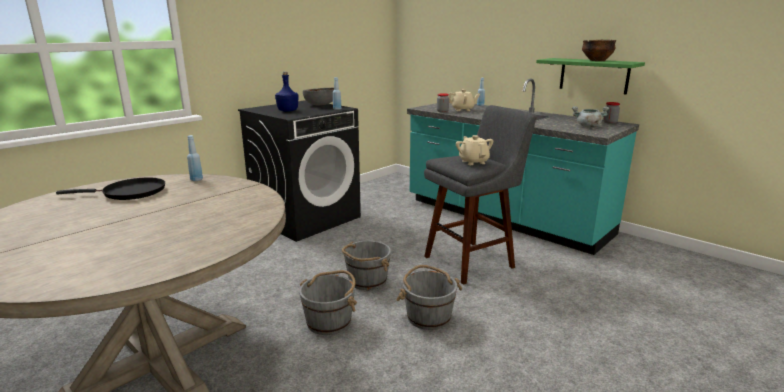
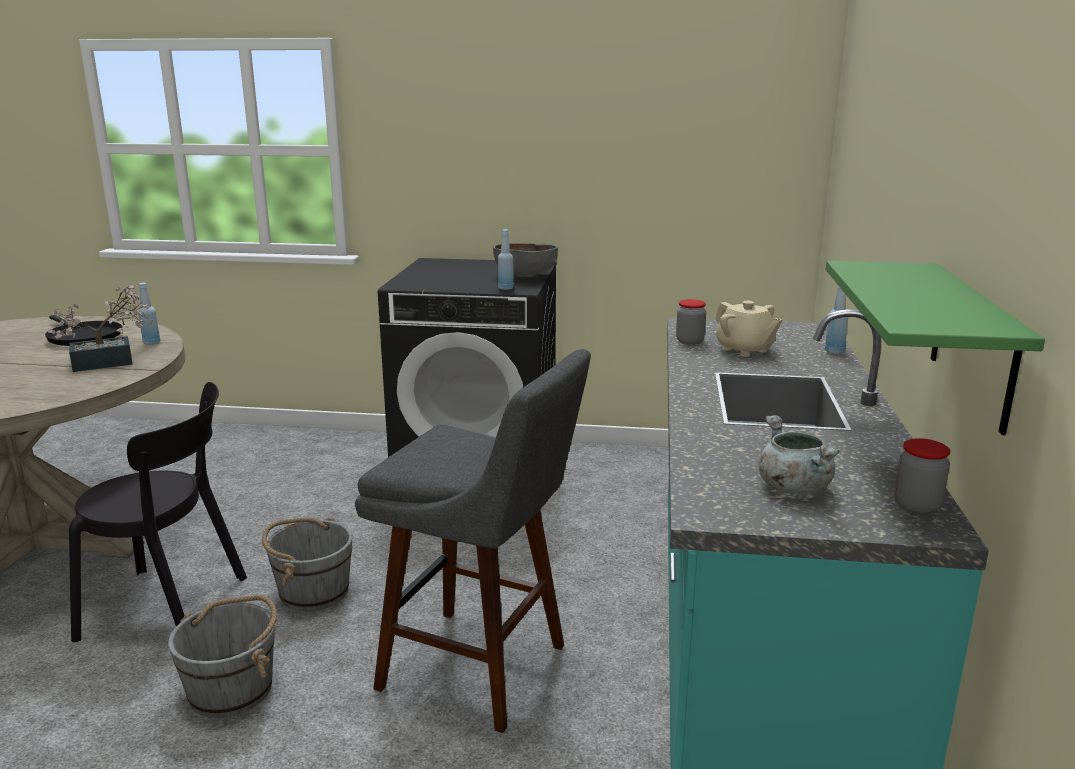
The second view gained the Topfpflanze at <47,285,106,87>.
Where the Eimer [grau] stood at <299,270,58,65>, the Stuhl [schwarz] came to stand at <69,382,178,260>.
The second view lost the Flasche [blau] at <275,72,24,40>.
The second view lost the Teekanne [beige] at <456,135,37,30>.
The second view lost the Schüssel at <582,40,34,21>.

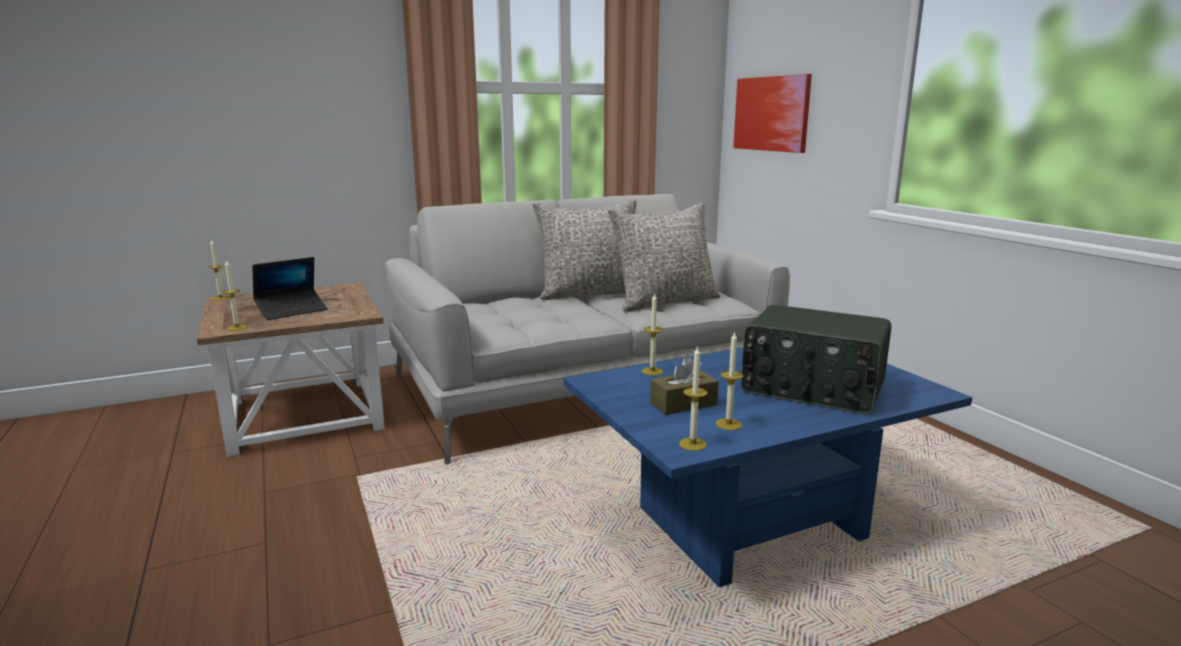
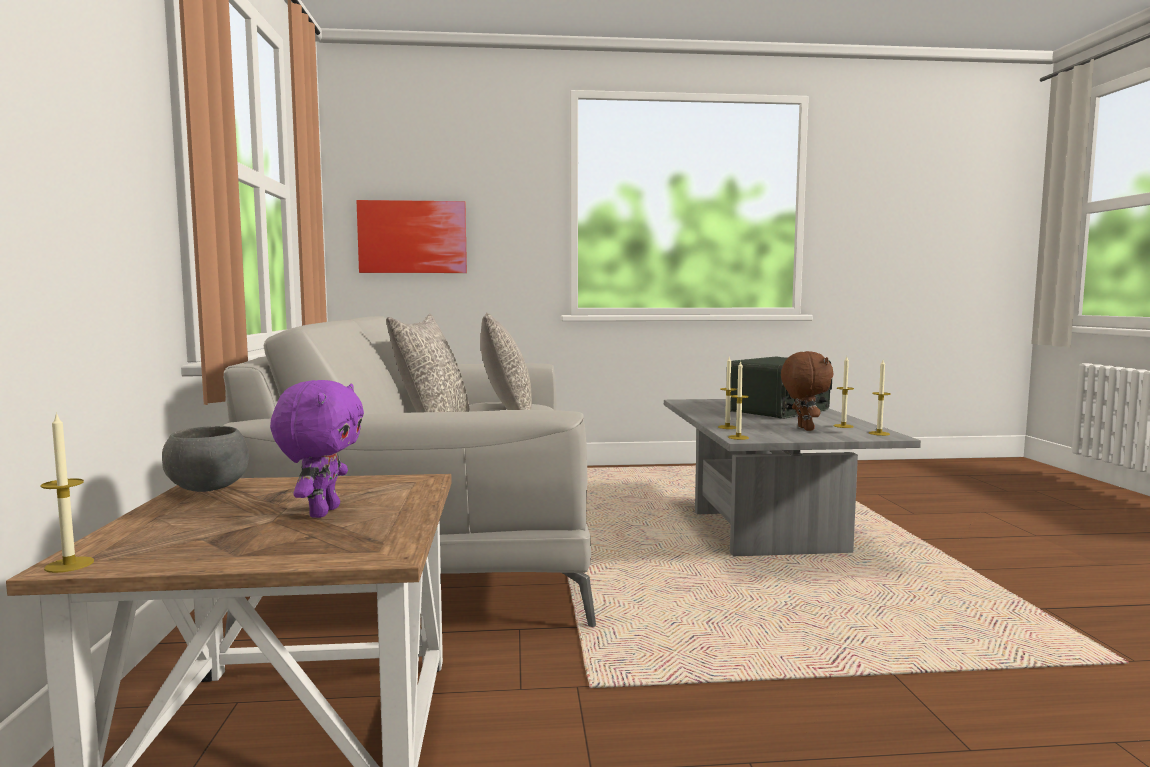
The second view gained the Schüssel [grau] at <162,426,87,66>.
Where the Laptop stood at <252,257,76,63>, the Plüschtier [lila] came to stand at <270,380,94,138>.
What was the Couchtisch [blau] at <563,348,409,239> turned into the Couchtisch [grau] at <664,399,257,157>.
The Kerze ended up elsewhere, having gone from <223,261,24,70> to <728,361,21,79>.
Where the Taschentuchbox [braun] stood at <650,356,69,59>, the Plüschtier [braun] came to stand at <781,351,53,80>.

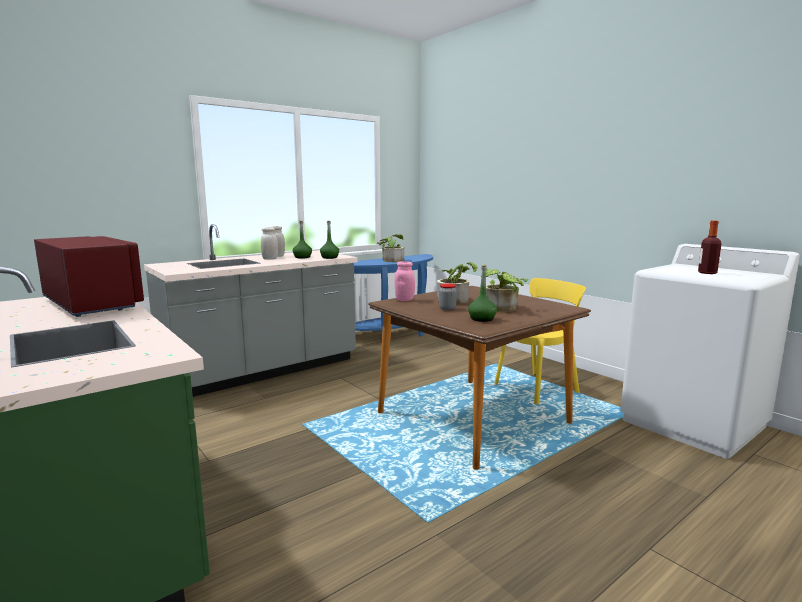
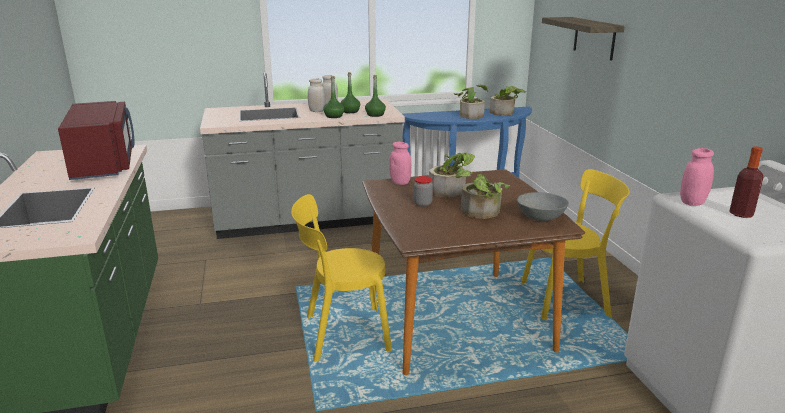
The second view gained the Stuhl [gelb] at <291,194,101,168>.
The Flasche [grün] ended up elsewhere, having gone from <468,265,29,57> to <323,76,21,42>.
The second view gained the Topfpflanze at <490,86,36,30>.
The second view gained the Schüssel [grau] at <517,192,52,29>.
The second view gained the Wandregal at <542,17,83,43>.
The second view gained the Vorratsglas [rosa] at <680,148,34,58>.

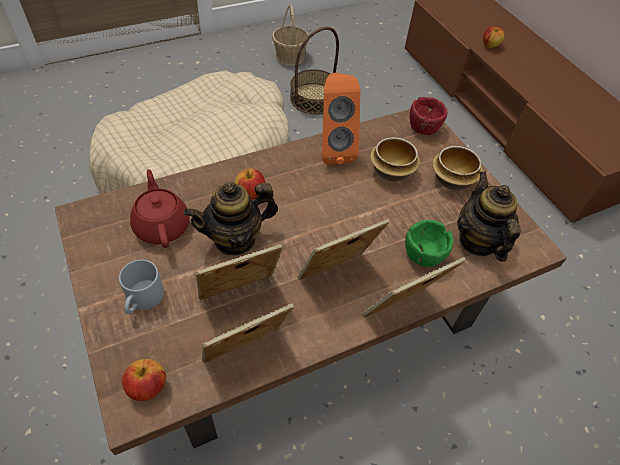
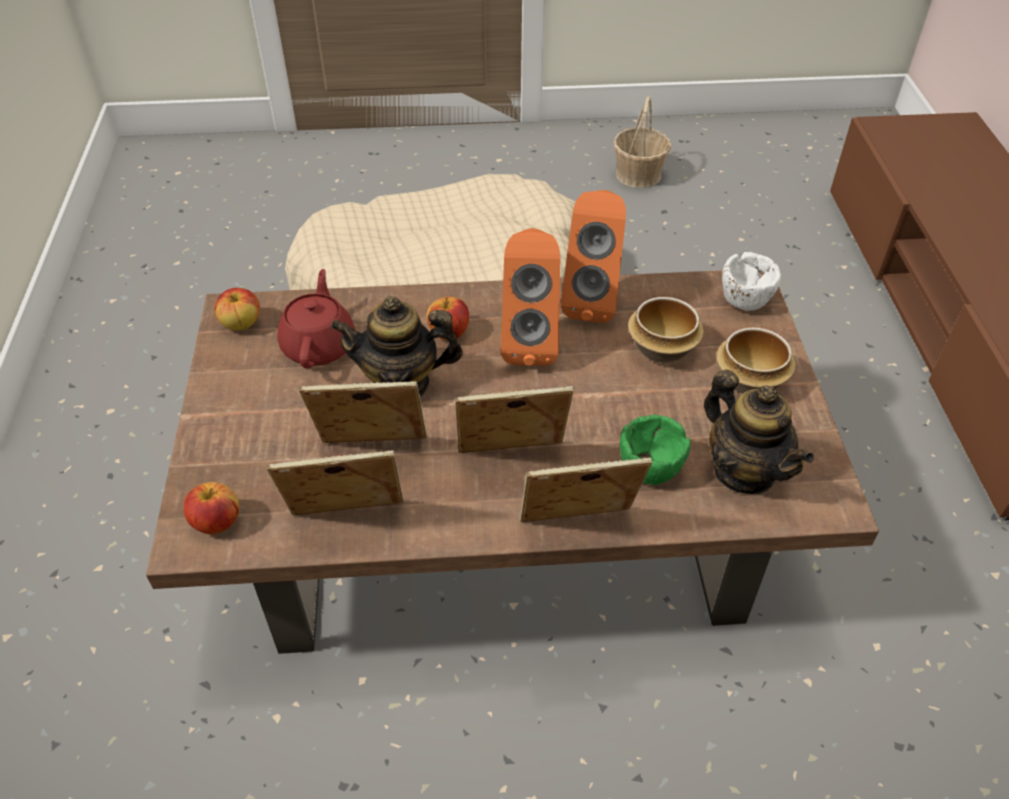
The Apfel ended up elsewhere, having gone from <483,26,22,22> to <214,288,46,42>.
The second view gained the Lautsprecher [orange] at <501,228,59,138>.
The Teekanne at <457,172,64,90> ended up facing another way, 135 degrees clockwise from before.
What was the Schüssel [rot] at <410,97,37,38> turned into the Schüssel [weiß] at <722,252,59,59>.
The second view lost the Henkelbecher [grau] at <119,260,45,54>.
The second view lost the Korb at <290,27,49,87>.

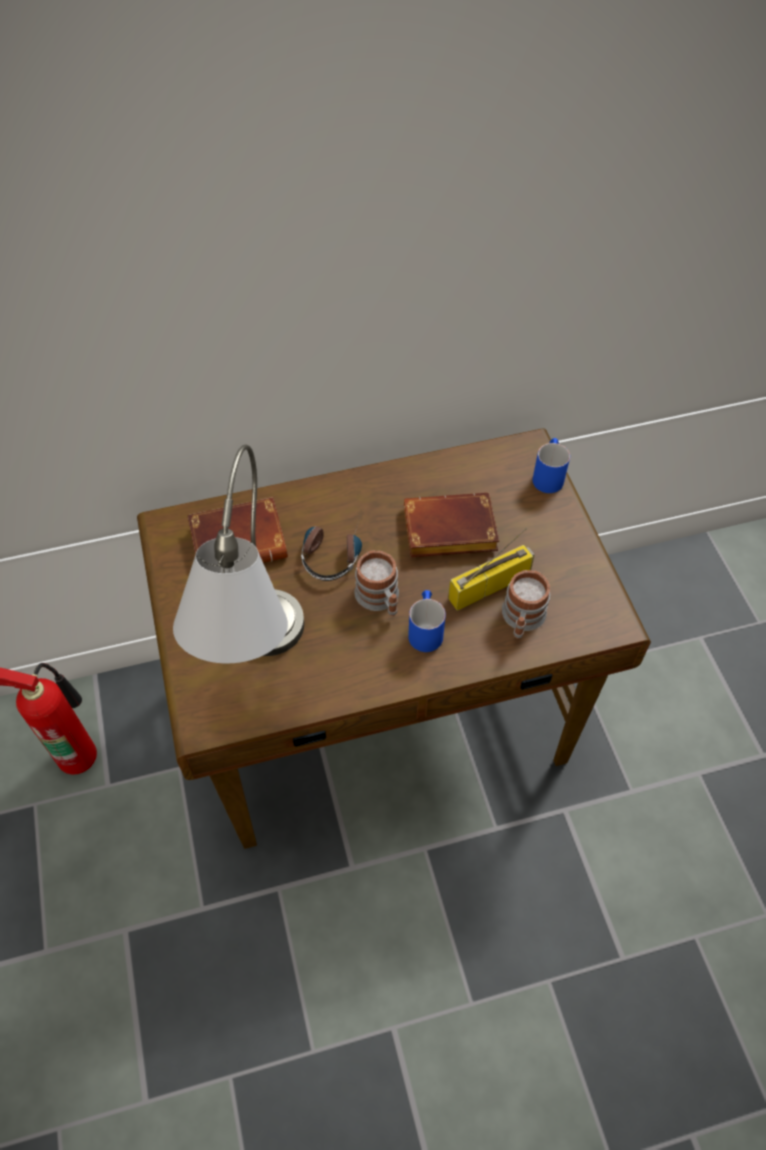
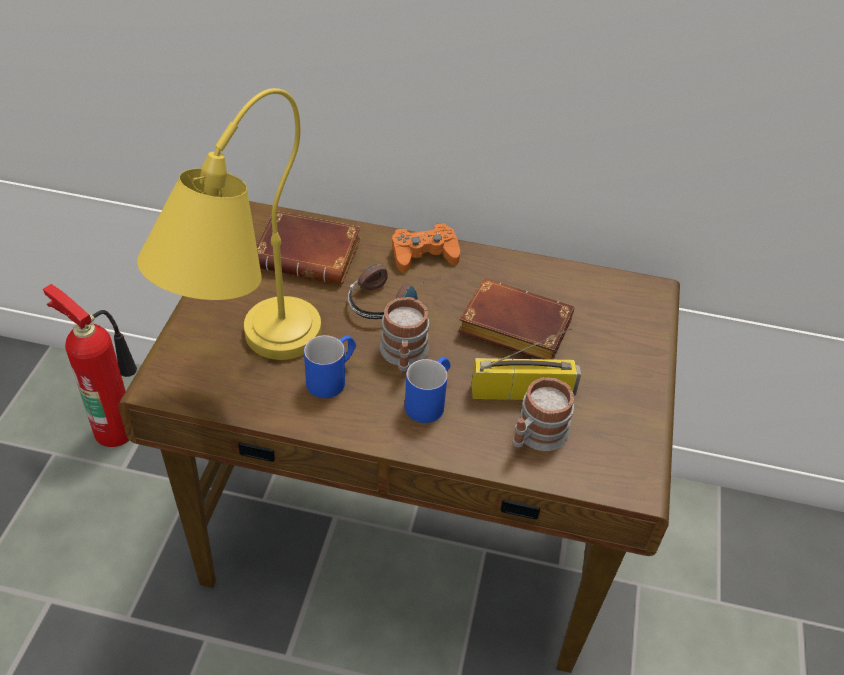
What was the Tischlampe [grau] at <173,445,131,218> turned into the Tischlampe [gelb] at <137,88,184,272>.
The Henkelbecher [blau] ended up elsewhere, having gone from <533,438,37,55> to <304,335,52,63>.
The second view gained the Gamepad [orange] at <392,223,68,50>.

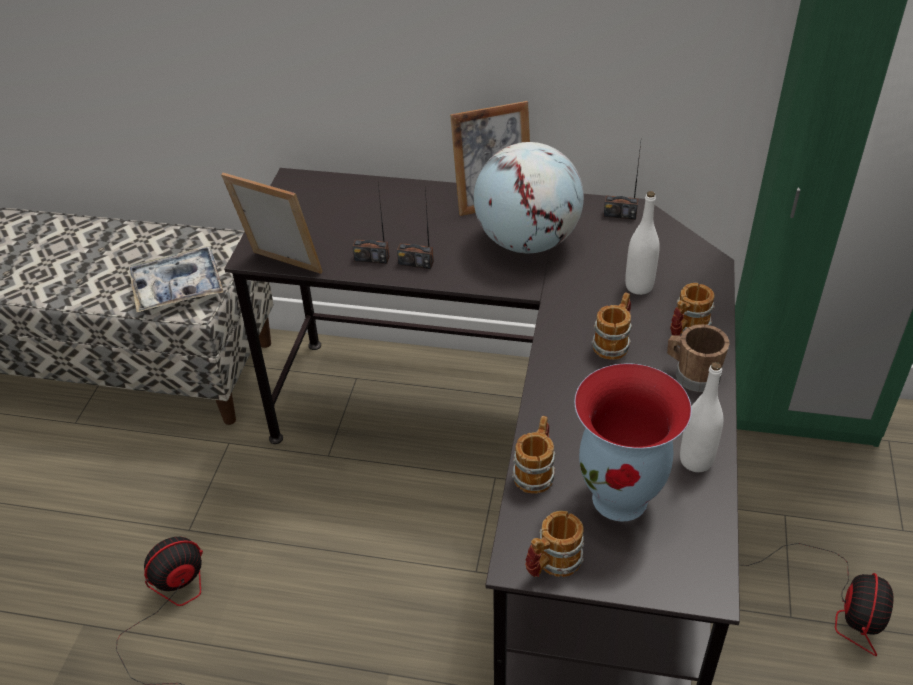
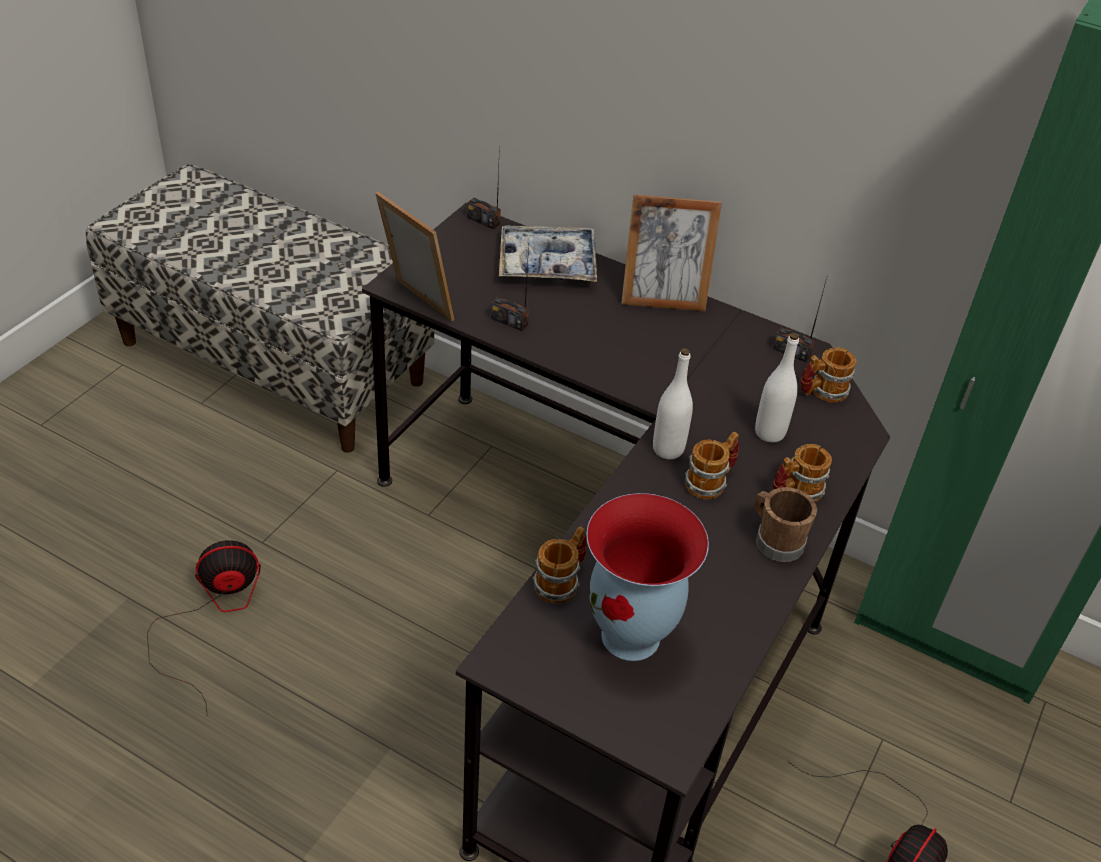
The Radio ended up elsewhere, having gone from <397,188,37,81> to <467,145,34,84>.
The Tablett ended up elsewhere, having gone from <129,246,95,66> to <499,225,98,57>.
The Flasche [weiß] ended up elsewhere, having gone from <680,362,44,110> to <653,348,40,111>.
The Henkelbecher ended up elsewhere, having gone from <525,511,59,66> to <801,347,56,56>.
The second view lost the Globus at <474,142,110,111>.

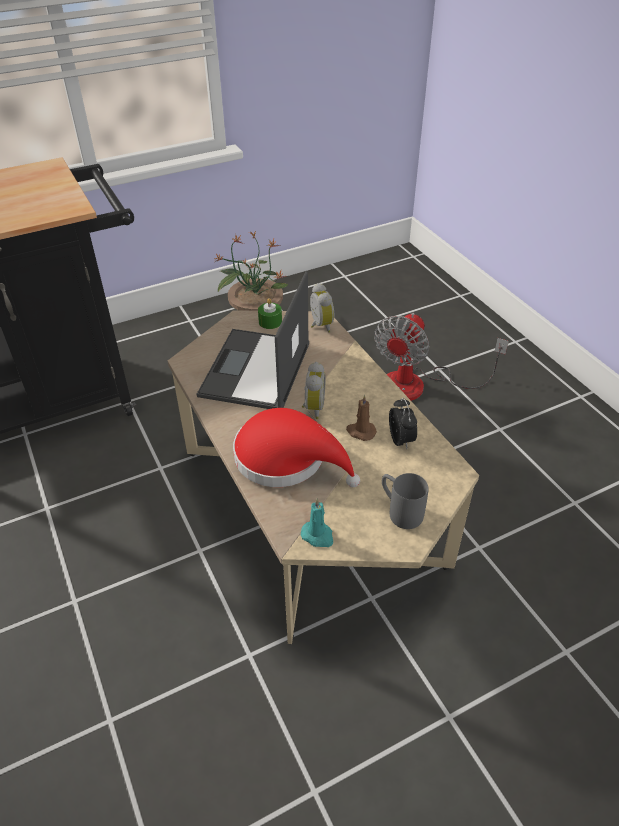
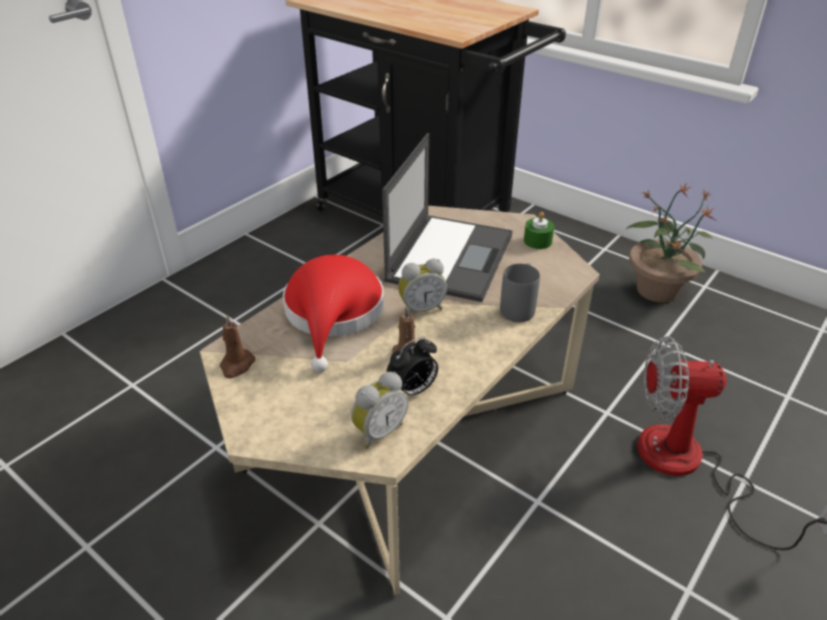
What was the Kerze [türkis] at <301,498,32,49> turned into the Kerze [braun] at <220,315,35,63>.
The Wecker ended up elsewhere, having gone from <310,283,24,50> to <351,372,57,77>.
The Laptop at <197,271,112,138> ended up facing another way, 120 degrees clockwise from before.
The Henkelbecher [grau] ended up elsewhere, having gone from <382,473,46,56> to <500,263,40,59>.

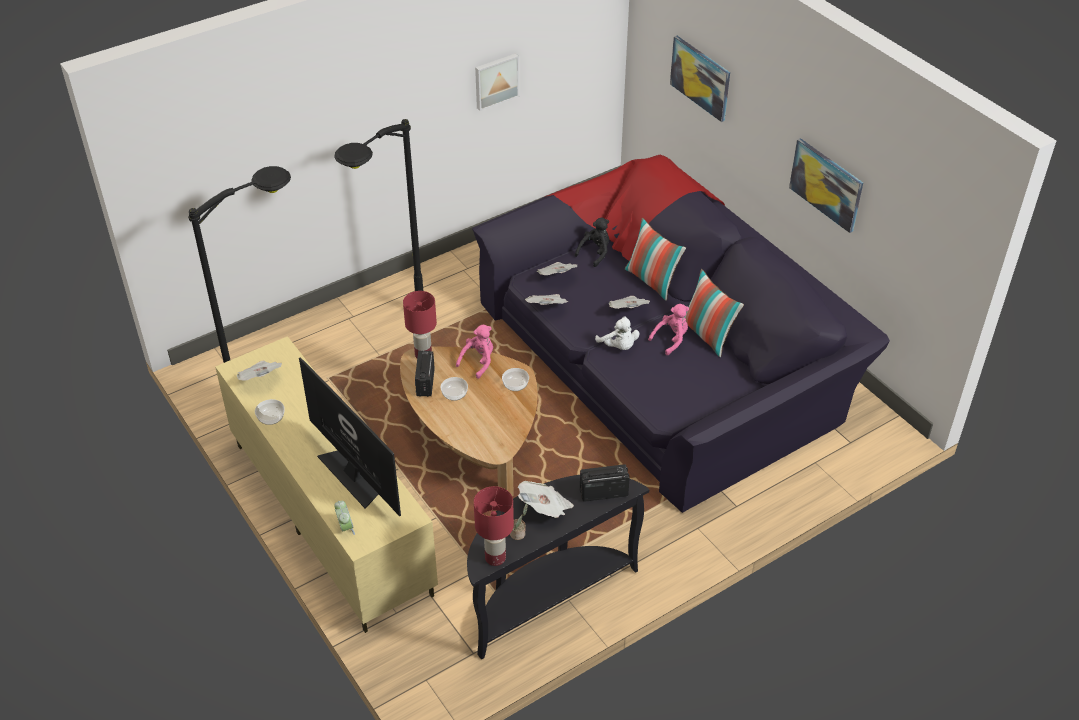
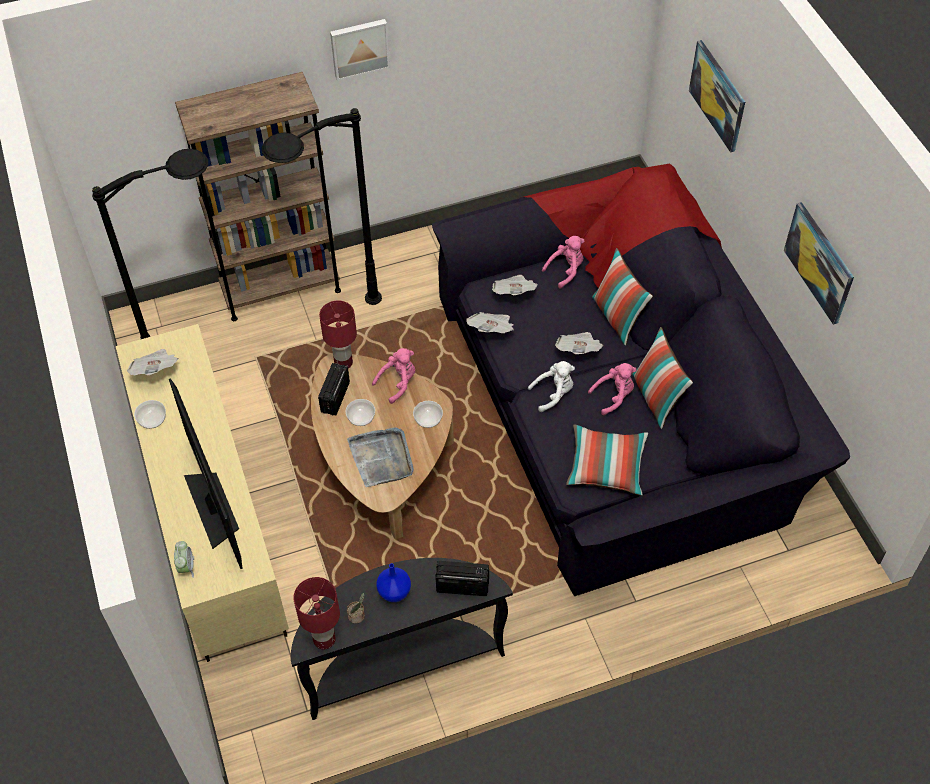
The second view gained the Bücherregal [braun] at <175,72,166,249>.
The Bild ended up elsewhere, having gone from <475,53,44,58> to <330,19,60,62>.
The second view gained the Tablett [grau] at <347,427,67,60>.
Where the Zeitung stood at <518,481,56,37>, the Vase [blau] came to stand at <376,563,35,39>.
The Plüschtier [weiß] at <595,316,44,34> ended up facing another way, 90 degrees counterclockwise from before.
What was the Plüschtier [schwarz] at <575,217,34,50> turned into the Plüschtier [rosa] at <542,236,42,52>.
The second view gained the Kissen at <566,424,82,71>.

